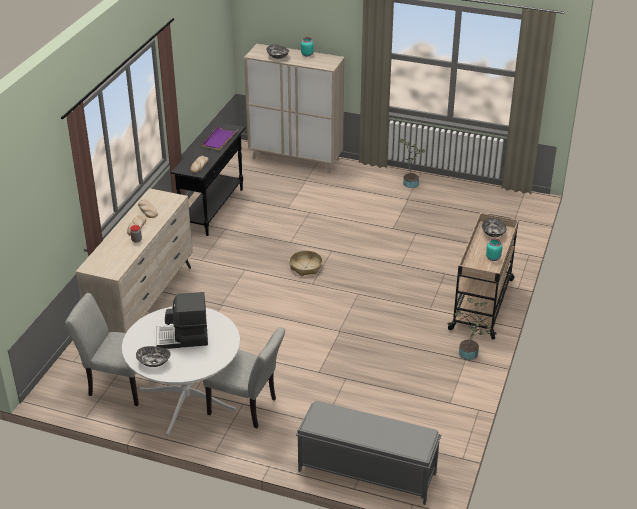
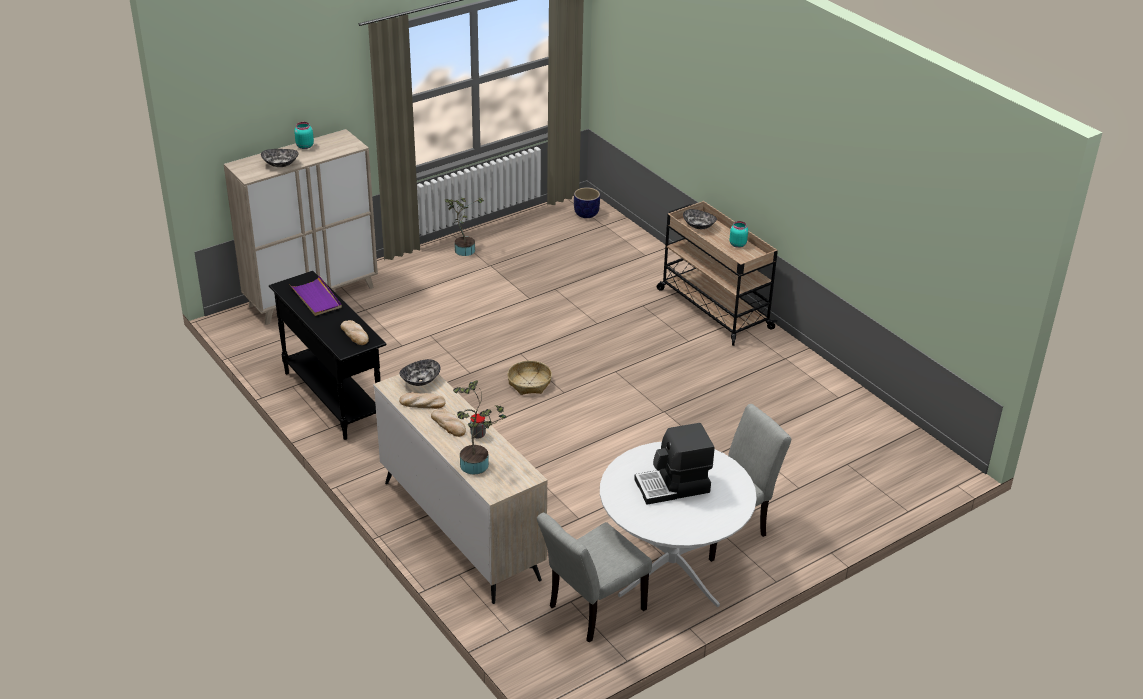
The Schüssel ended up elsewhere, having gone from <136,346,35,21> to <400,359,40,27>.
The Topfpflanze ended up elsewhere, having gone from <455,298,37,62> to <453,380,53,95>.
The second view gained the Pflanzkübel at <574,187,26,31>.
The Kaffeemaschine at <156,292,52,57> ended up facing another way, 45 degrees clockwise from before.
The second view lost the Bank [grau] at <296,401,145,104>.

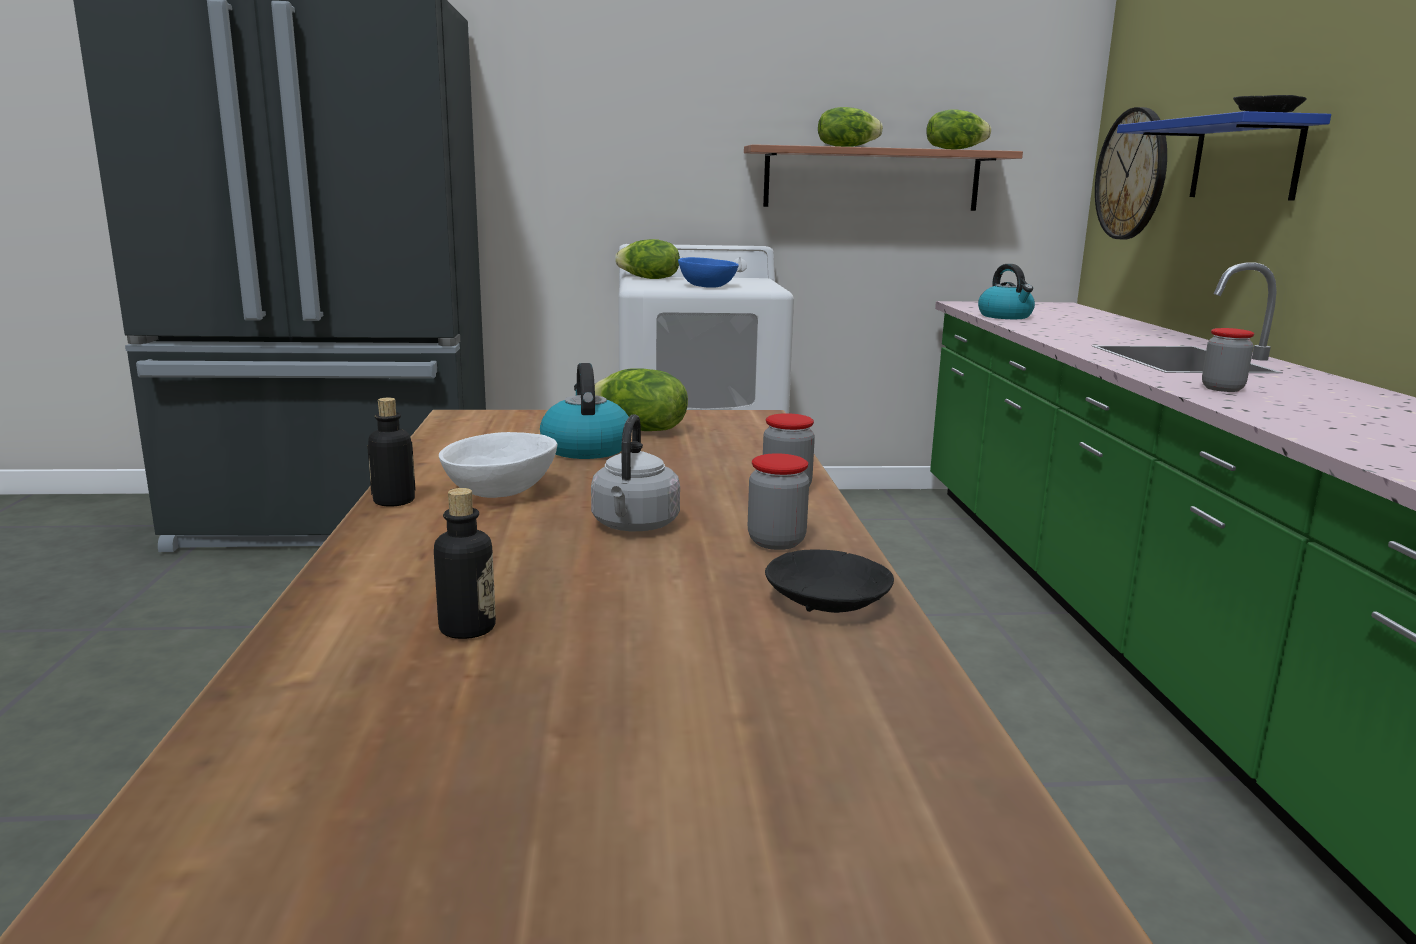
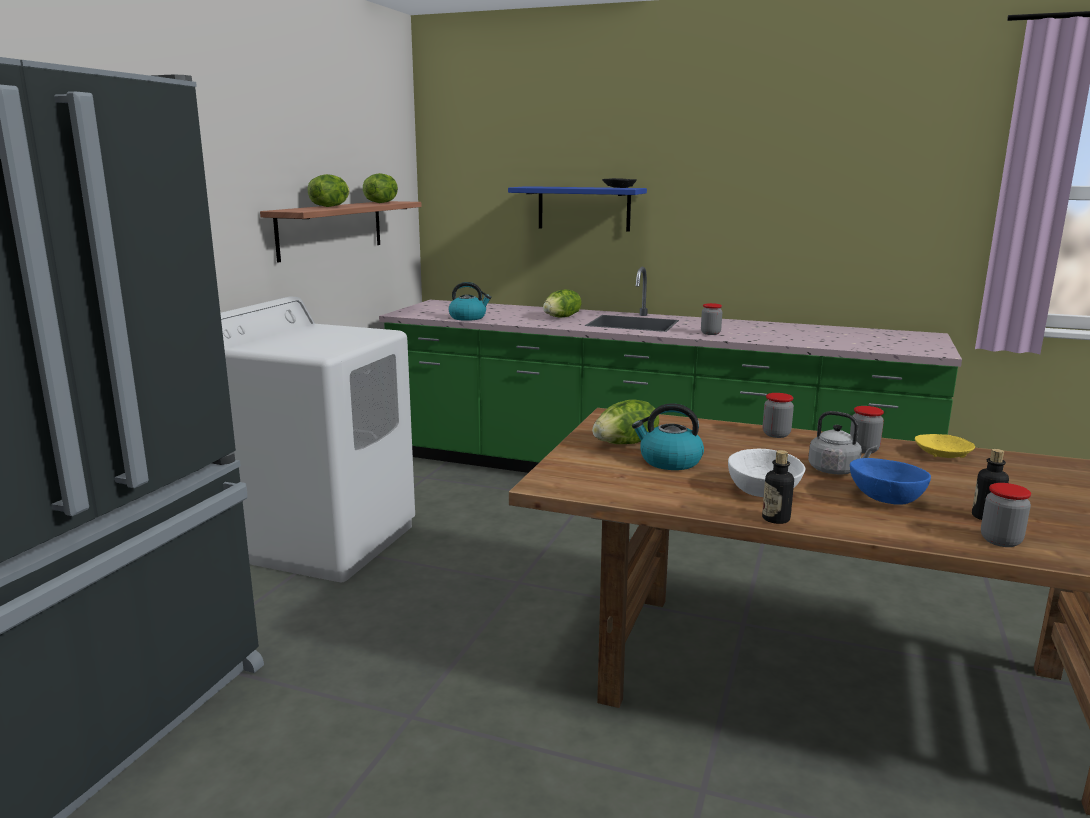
The Salatkopf ended up elsewhere, having gone from <615,239,65,40> to <543,289,38,28>.
The Schüssel [blau] ended up elsewhere, having gone from <678,257,61,31> to <850,458,81,47>.
What was the Schüssel [schwarz] at <765,550,129,63> turned into the Schüssel [gelb] at <915,434,60,24>.
The second view gained the Vorratsglas at <981,483,50,64>.
The second view lost the Wanduhr at <1095,107,72,132>.

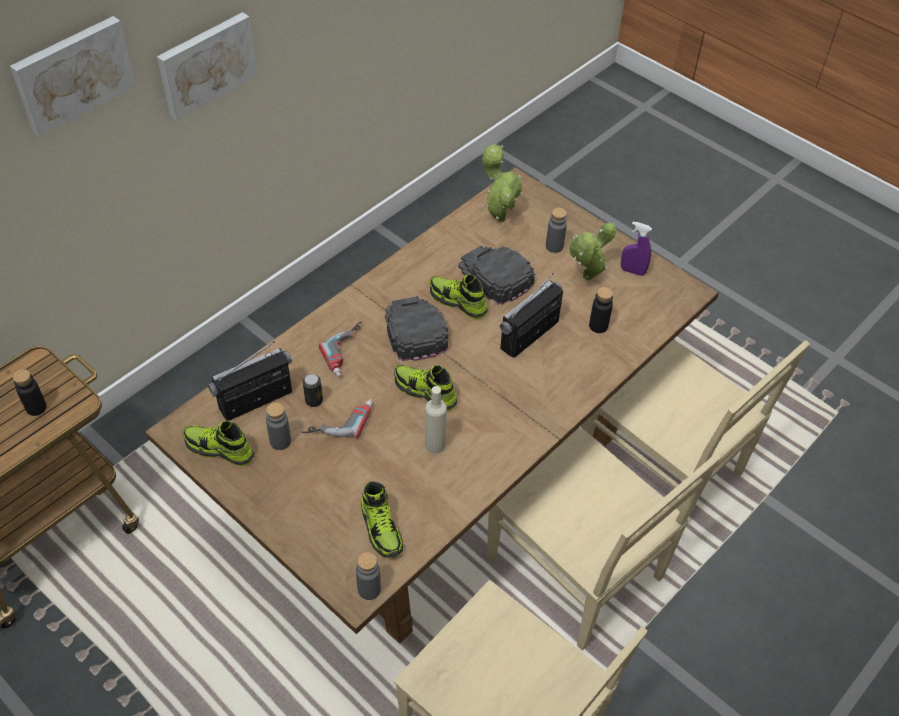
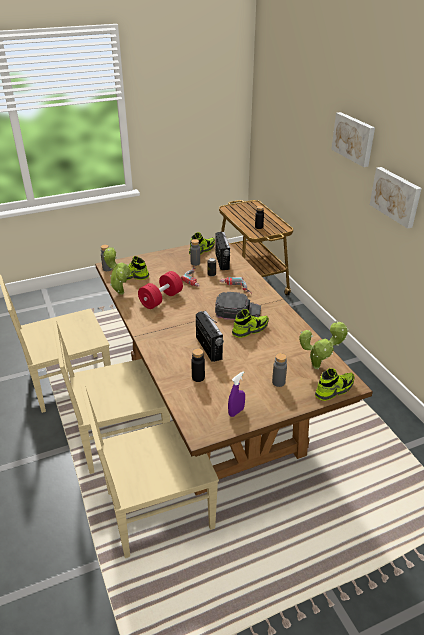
The Topfpflanze ended up elsewhere, having gone from <568,222,48,58> to <103,247,28,48>.
Where the Flasche [beige] stood at <425,386,22,68>, the Hantel [rot] came to stand at <138,271,45,38>.
The Schuh ended up elsewhere, having gone from <394,365,63,46> to <315,368,40,33>.
The second view lost the Kappe [schwarz] at <458,246,77,59>.

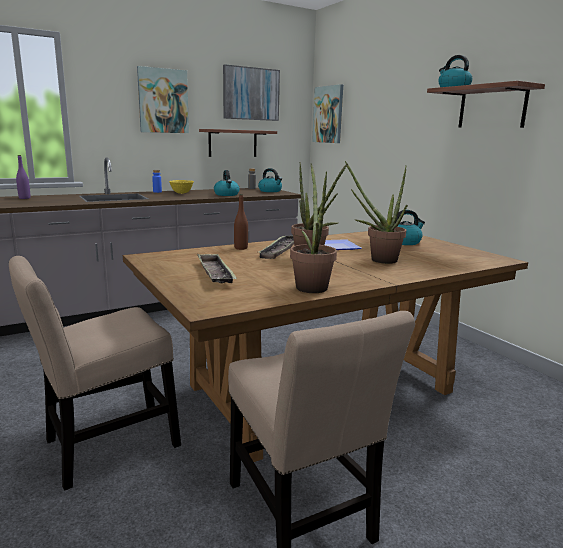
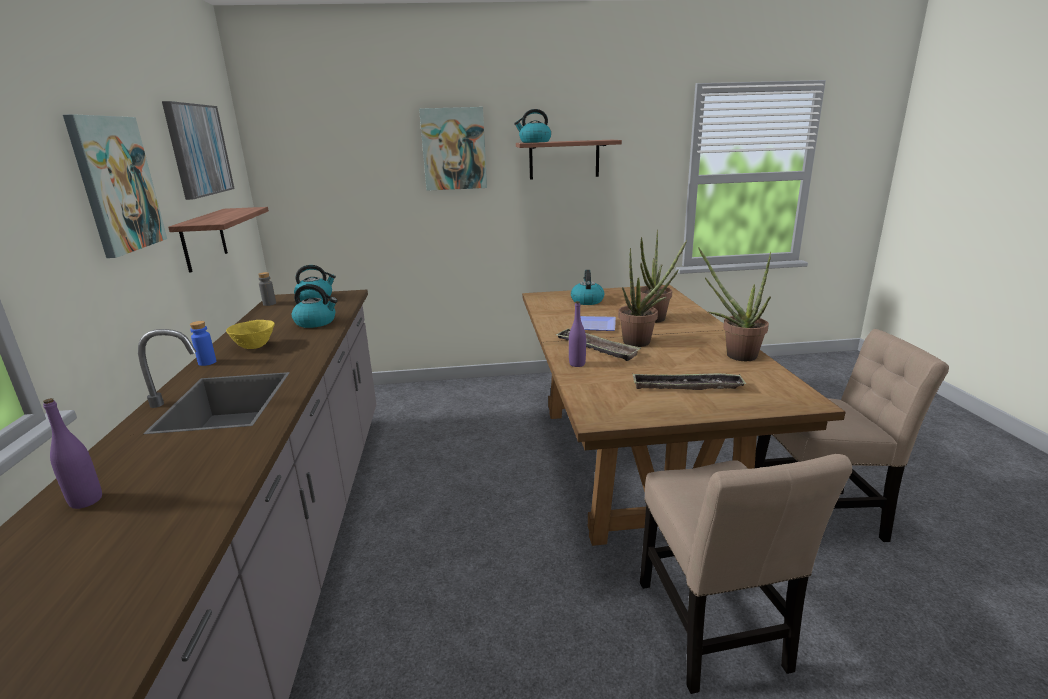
The Bild ended up elsewhere, having gone from <312,84,31,59> to <419,107,68,84>.
What was the Flasche [braun] at <234,194,14,56> turned into the Flasche [lila] at <569,301,17,66>.

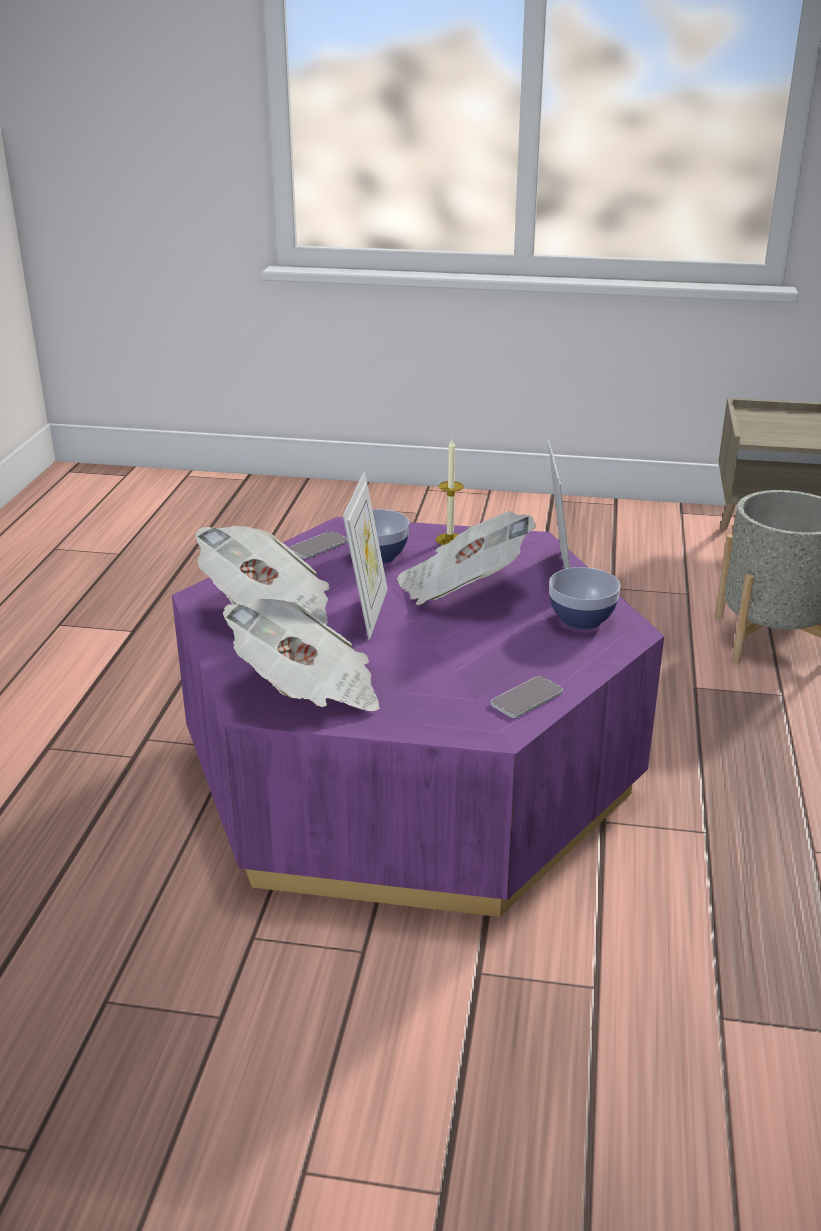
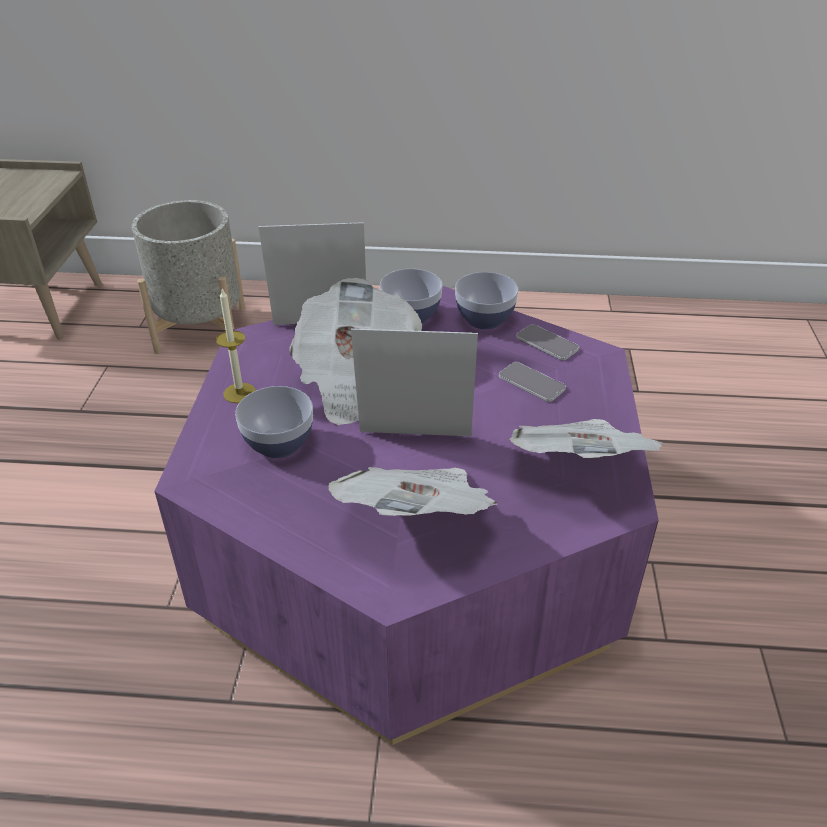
The second view gained the Schüssel at <455,272,64,57>.
The Handy ended up elsewhere, having gone from <288,531,60,28> to <499,362,67,40>.

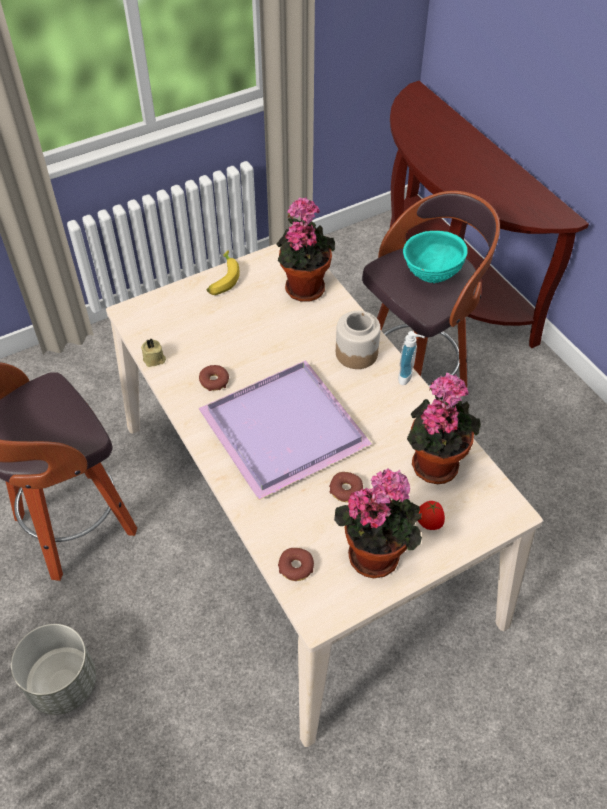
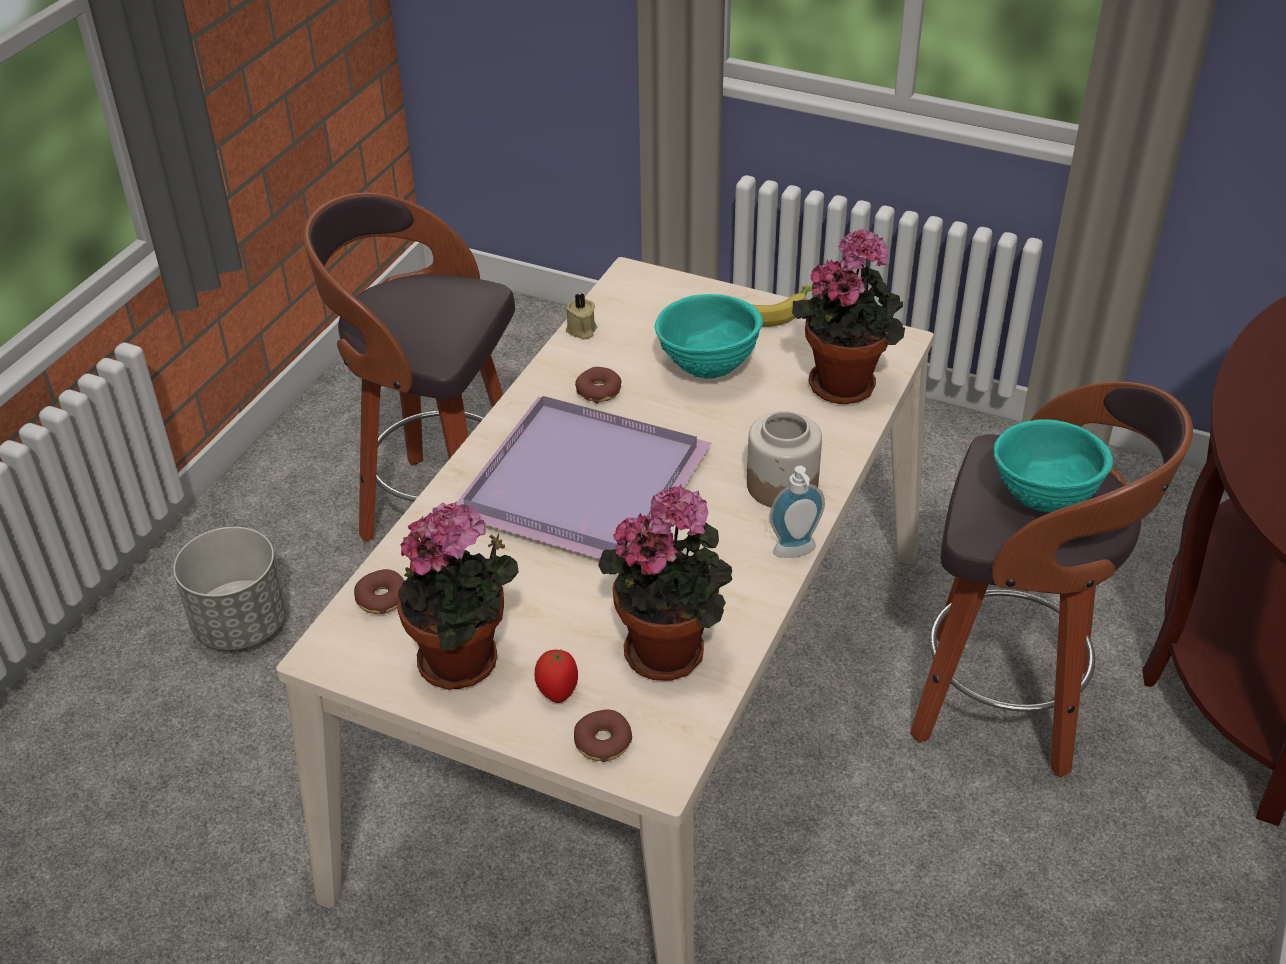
The Donut ended up elsewhere, having gone from <329,472,34,30> to <574,709,58,53>.
The second view gained the Schüssel [türkis] at <655,294,108,85>.

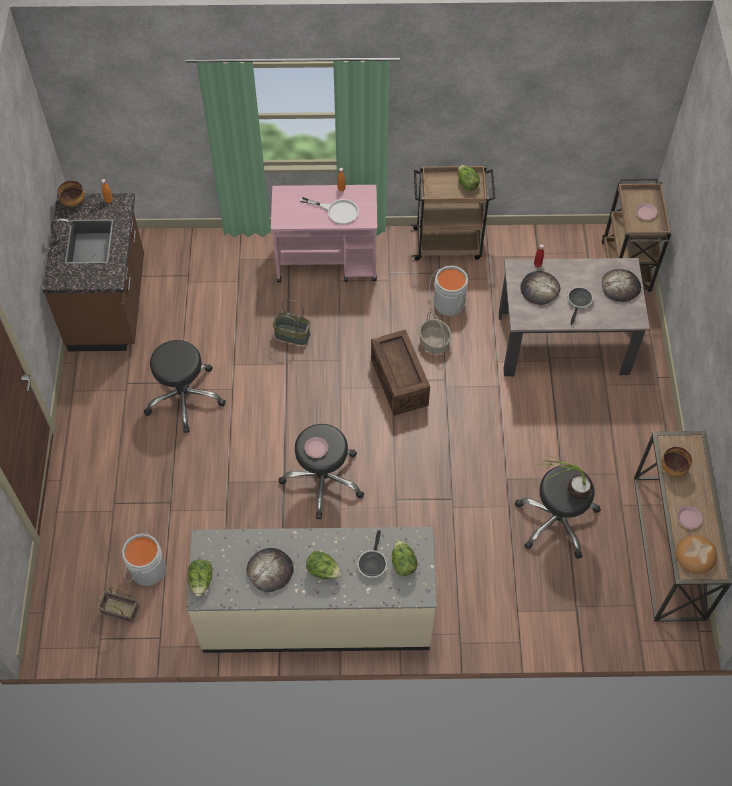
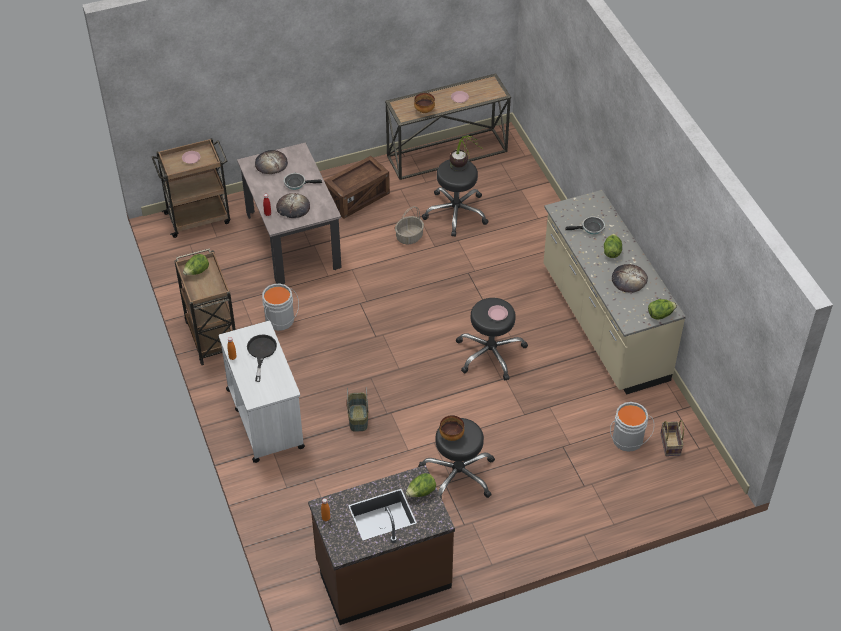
What was the Rollwagen [rosa] at <271,185,106,97> turned into the Rollwagen [weiß] at <219,321,86,142>.
What was the Pfanne [weiß] at <300,197,59,27> turned into the Pfanne [schwarz] at <247,334,30,48>.
The Kiste ended up elsewhere, having gone from <371,329,59,87> to <324,156,66,63>.
The Korb ended up elsewhere, having gone from <419,311,33,43> to <395,206,29,39>.
The Salatkopf ended up elsewhere, having gone from <392,540,25,36> to <406,473,30,24>.
The Schüssel ended up elsewhere, having gone from <57,181,28,25> to <440,415,24,26>.
The second view lost the Brot at <676,535,41,39>.

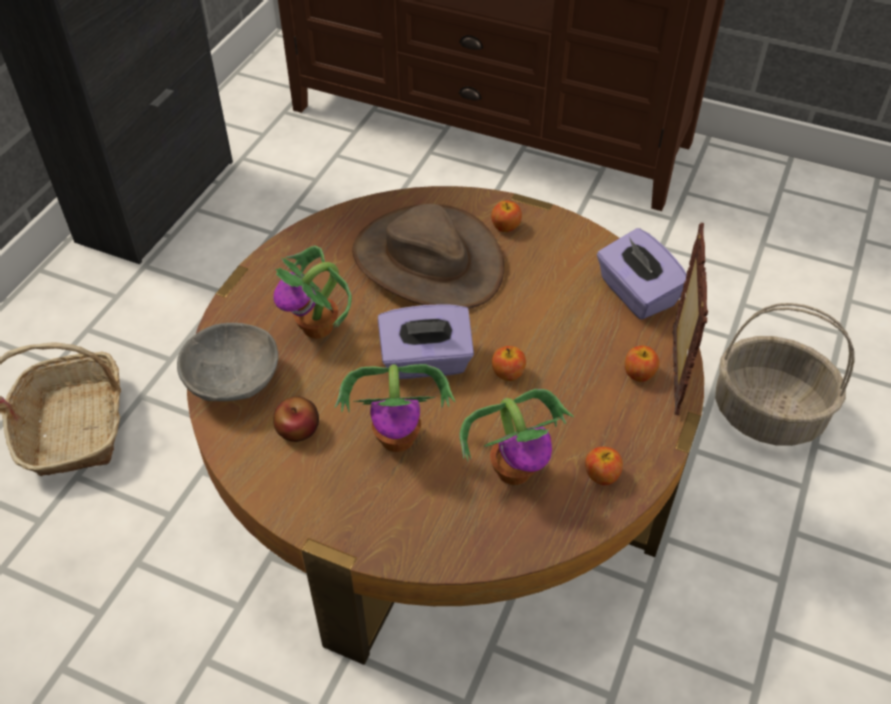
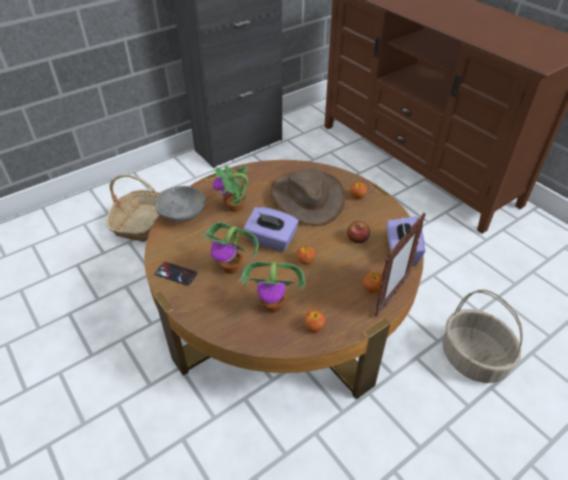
The second view gained the Handy at <155,262,43,24>.
The Apfel ended up elsewhere, having gone from <274,396,45,46> to <347,221,23,22>.

